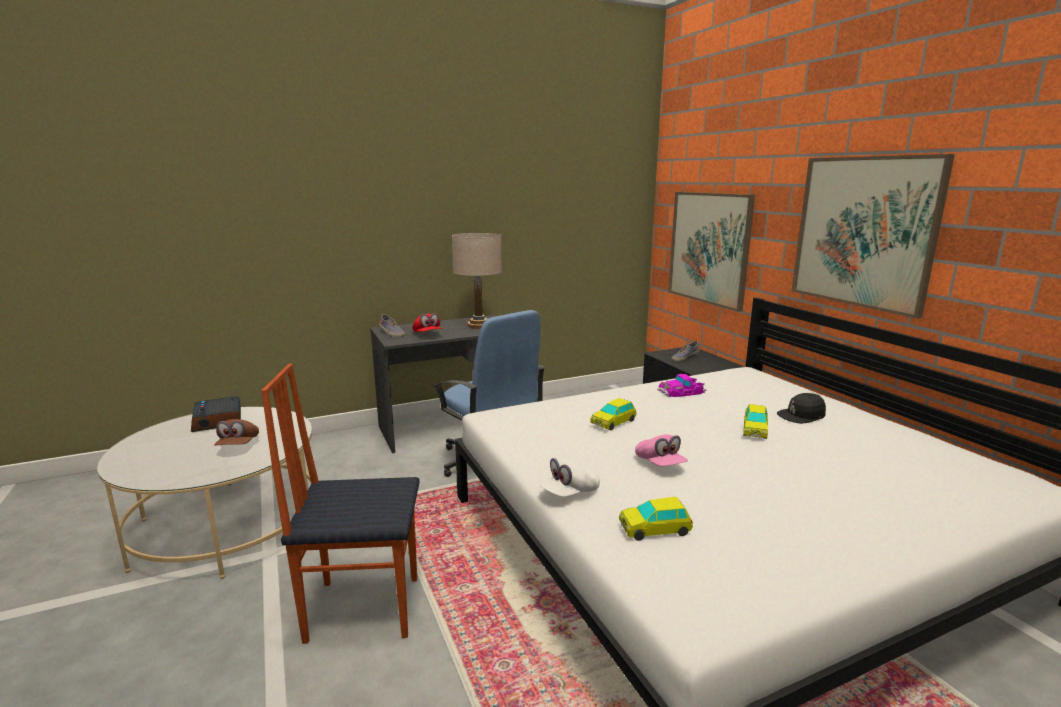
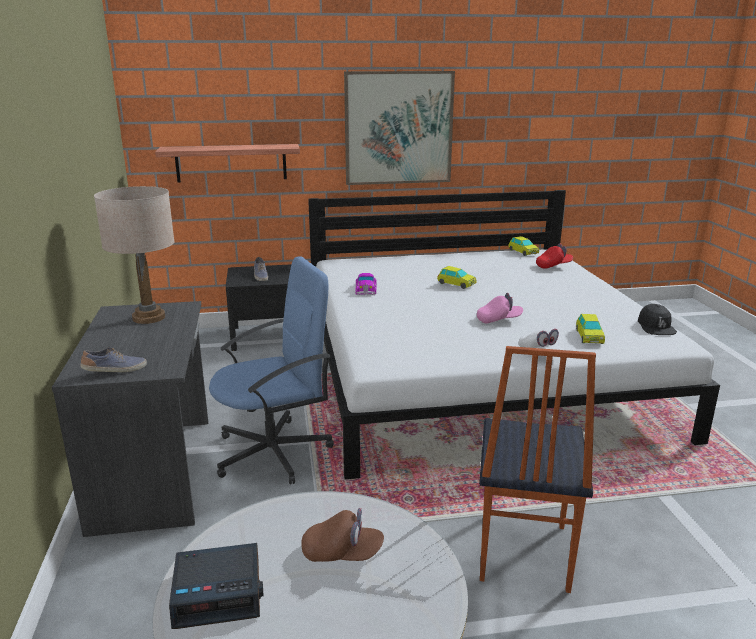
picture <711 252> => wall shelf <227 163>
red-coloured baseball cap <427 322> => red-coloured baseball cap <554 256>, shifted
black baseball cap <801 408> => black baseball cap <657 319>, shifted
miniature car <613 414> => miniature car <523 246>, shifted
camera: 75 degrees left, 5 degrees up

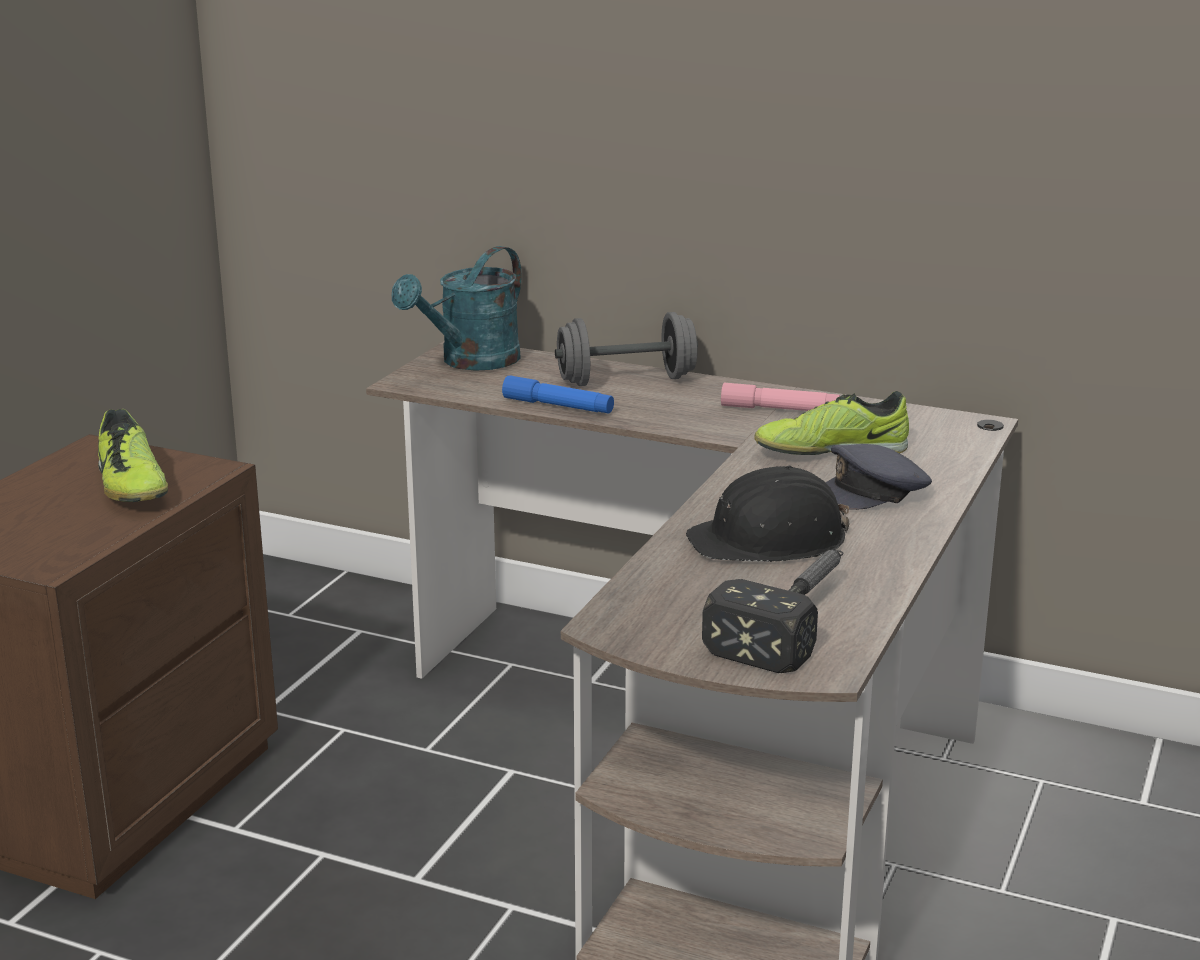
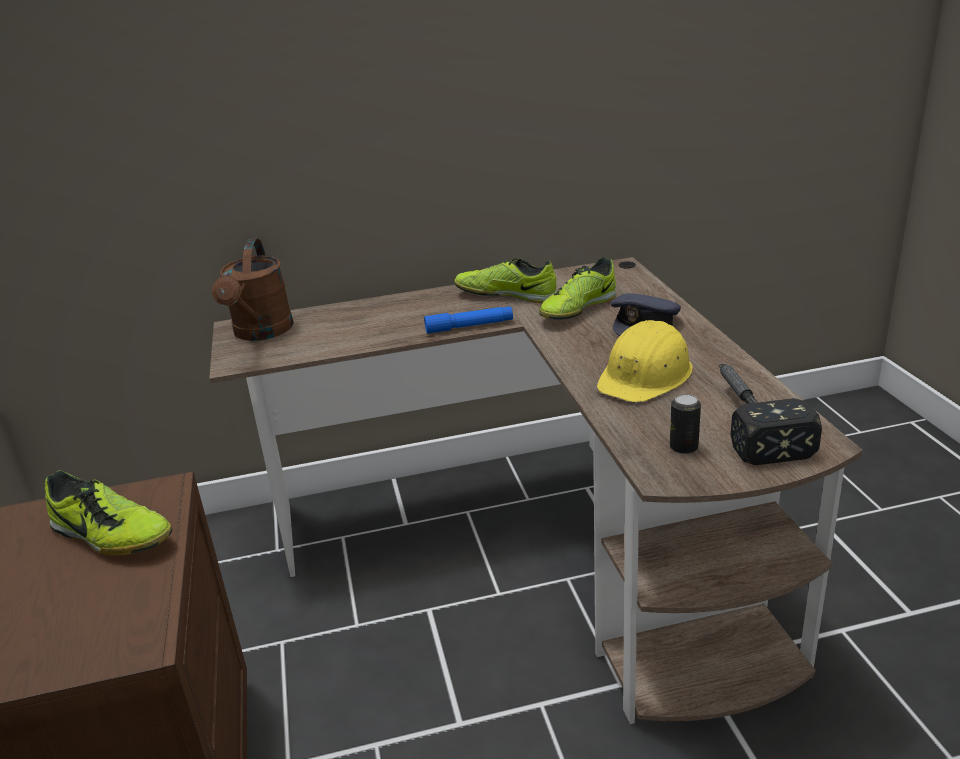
turquoise-coloured watering can <457 308> => brownish watering can <253 289>
greyish hand weight <626 349> => nothing
blue hand torch <558 394> => blue hand torch <468 320>, shifted
pink hand torch <780 397> => item of footwear <505 281>
black work helmet <767 513> => yellow-coloured work helmet <645 361>
nothing => sealed can <685 424>
camera: 35 degrees left, 5 degrees up

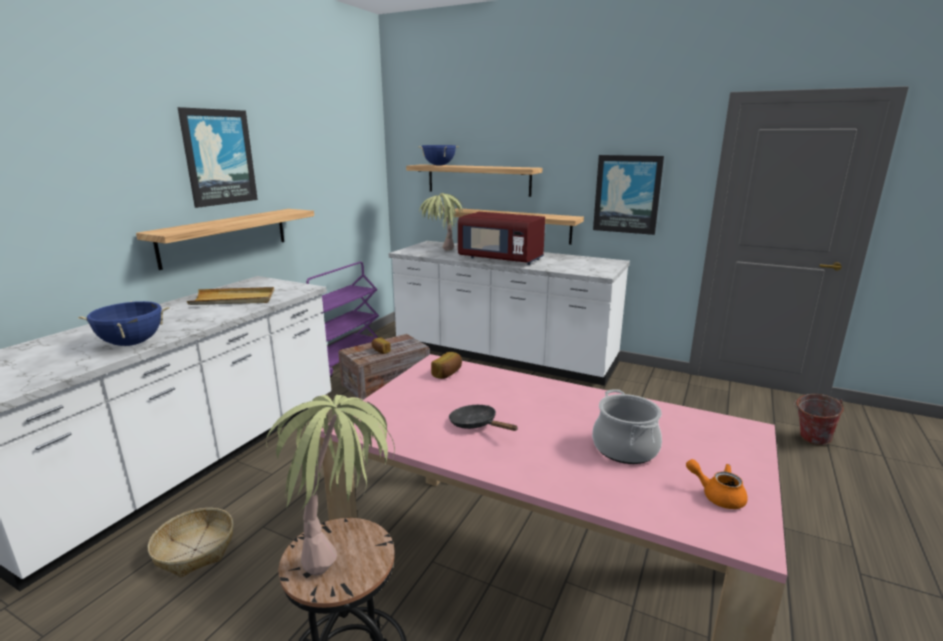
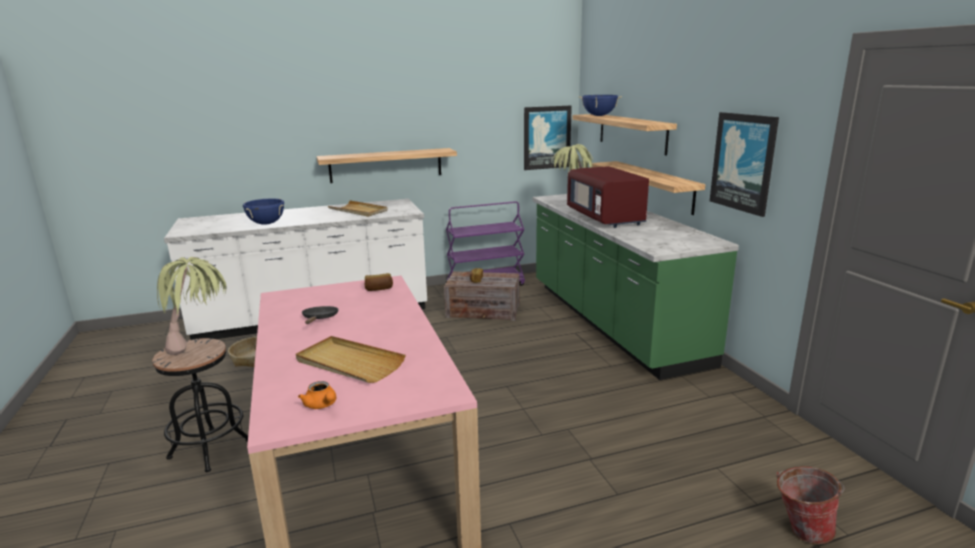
picture <217 157> => picture <548 138>, shifted
white kitchen counter <509 313> => greenish kitchen counter <636 287>
cooking pot <627 426> => beige tray <351 359>
orangey tea pot <717 484> => orangey tea pot <317 395>, 150 degrees clockwise
camera: 45 degrees right, 0 degrees up

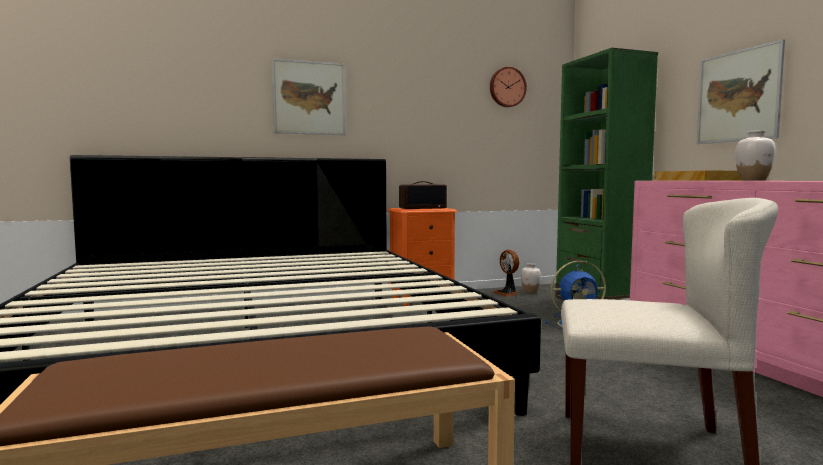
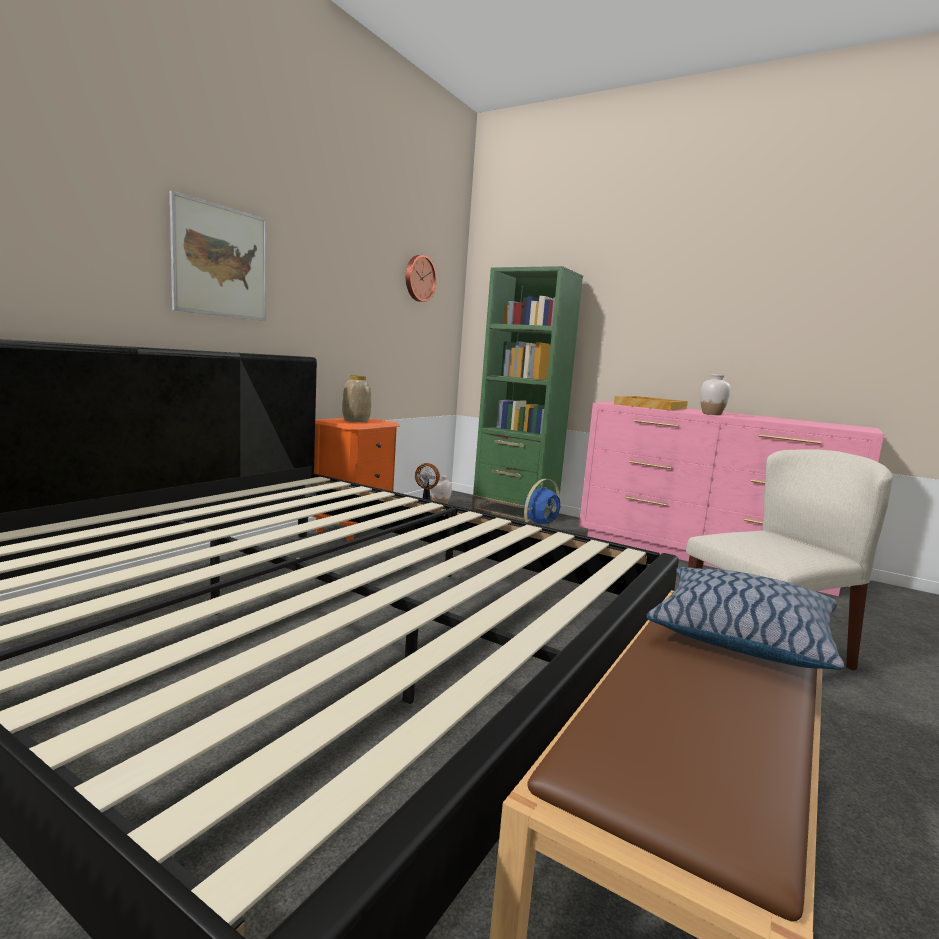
picture <740 91> => nothing
radio set <423 195> => vase <356 398>
nothing => throw pillow <745 618>
camera: 40 degrees left, 5 degrees up

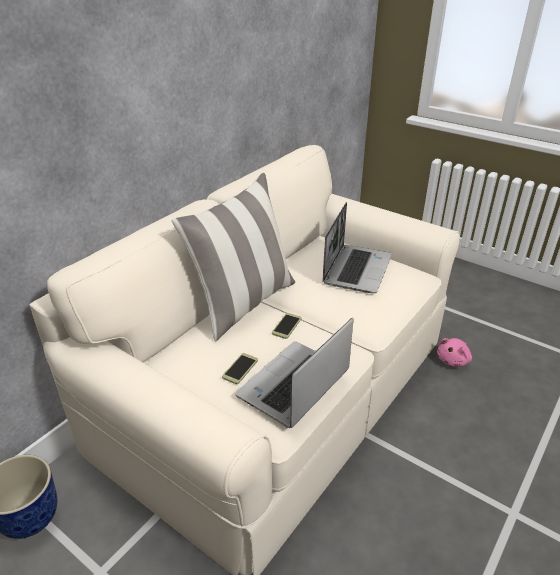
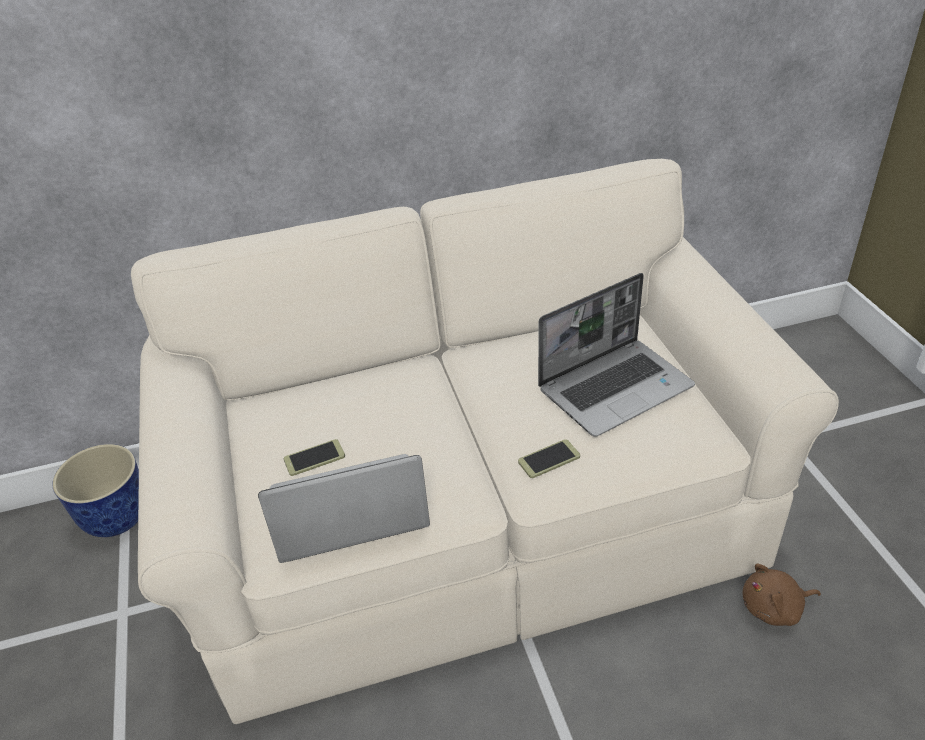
throw pillow <233 257> => nothing
handset <287 326> => handset <549 458>, shifted
pink cuddly toy <454 352> => brownish cuddly toy <782 594>
camera: 40 degrees right, 5 degrees up

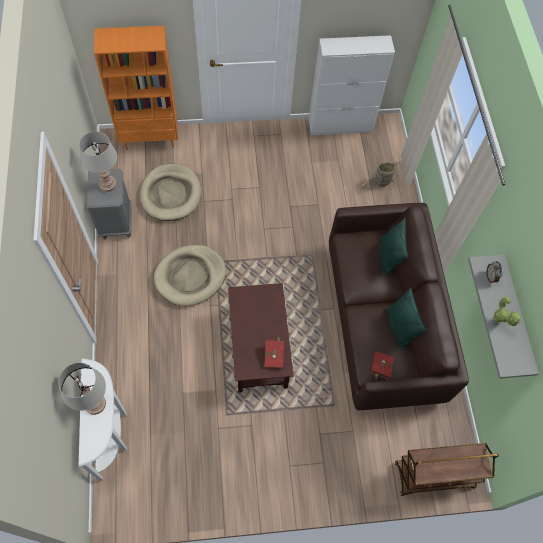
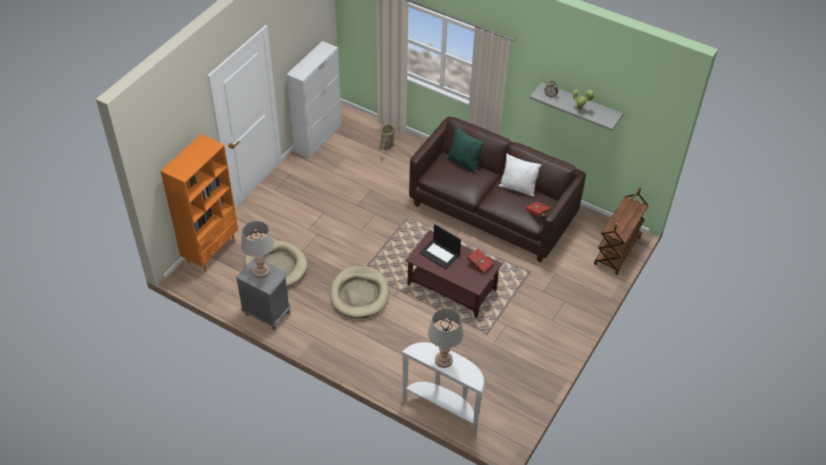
greenish throw pillow <406 318> => white throw pillow <520 175>
nothing => portable computer <440 246>
camera: 50 degrees left, 15 degrees down

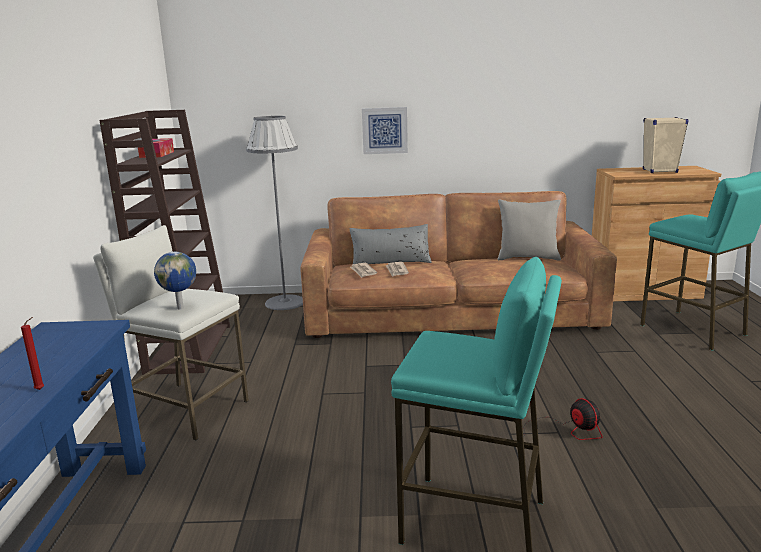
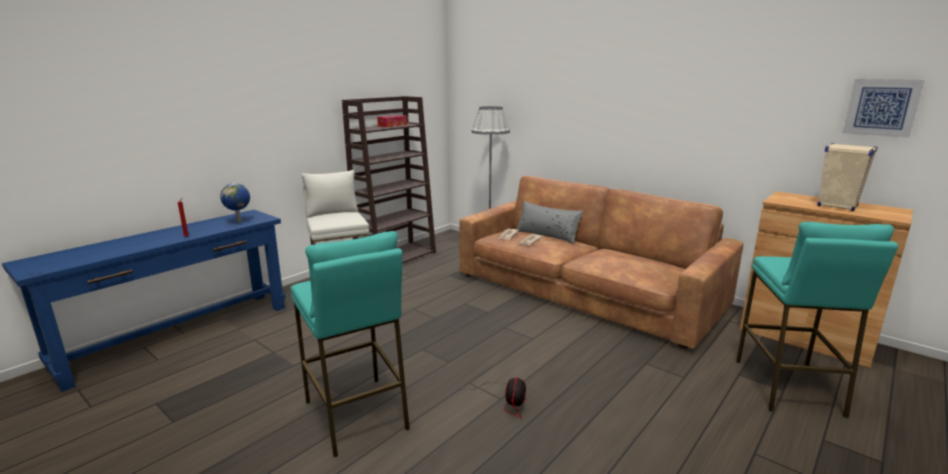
picture <385 130> => picture <884 108>, shifted
greyish throw pillow <529 230> => nothing
globe <175 280> => globe <235 203>, shifted
camera: 40 degrees right, 0 degrees up

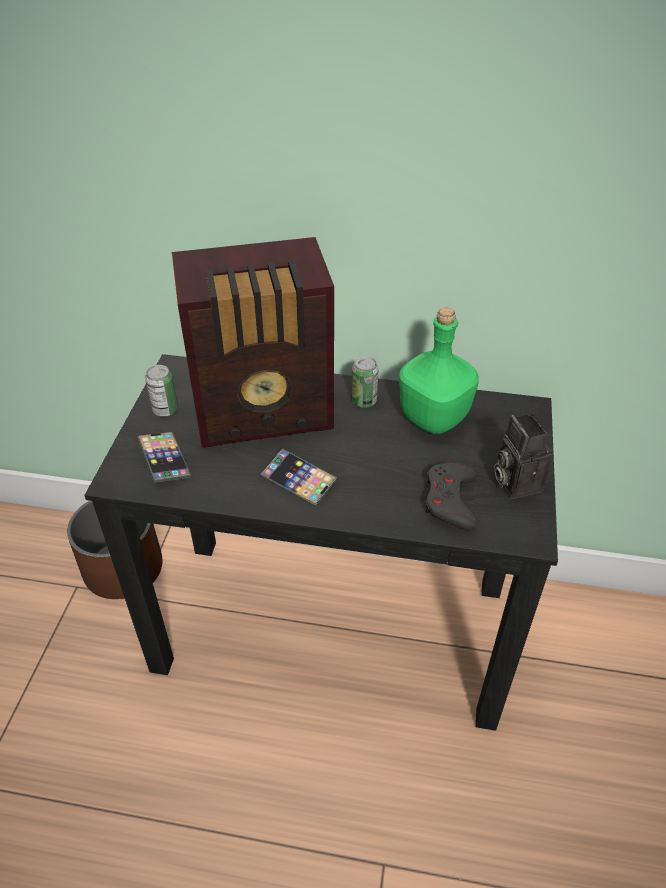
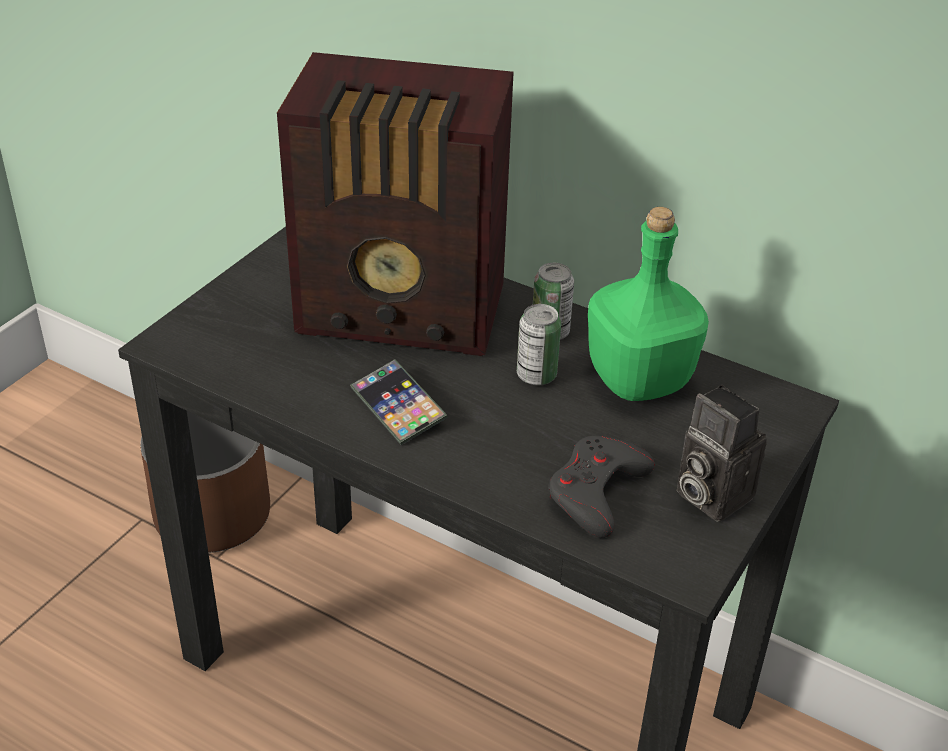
sealed can <161 391> => sealed can <539 344>, shifted
photo camera <523 456> => photo camera <721 453>, 45 degrees counterclockwise
handset <164 457> => nothing
camera: 20 degrees right, 5 degrees down

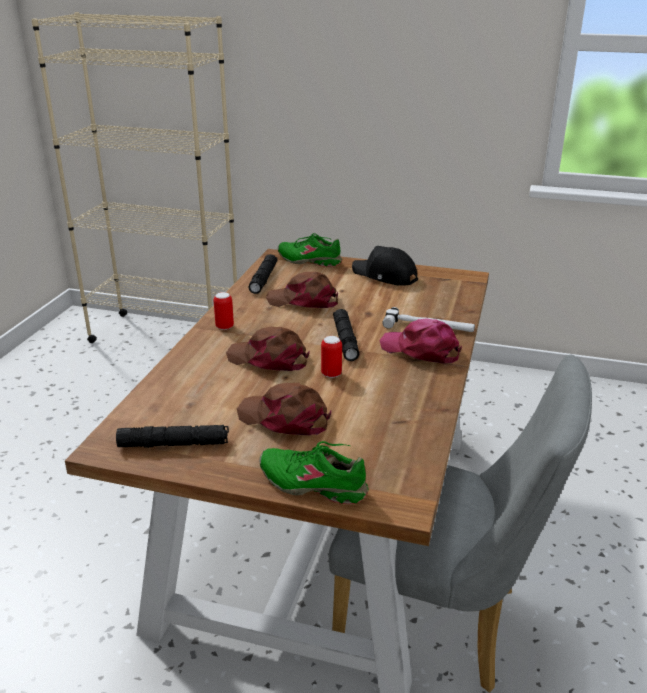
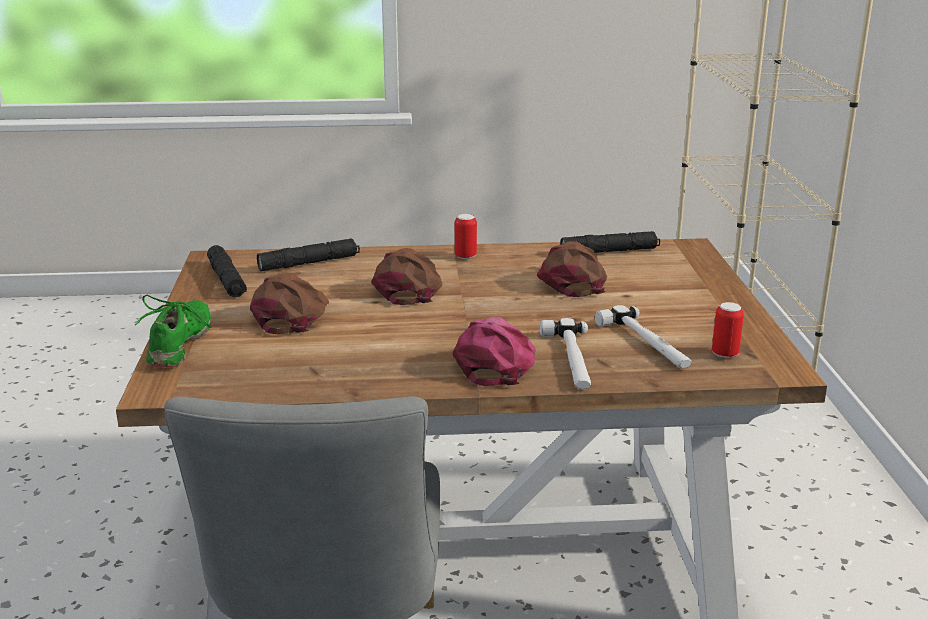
greenish item of footwear <310 250> => nothing
black baseball cap <385 266> => nothing
black hand torch <346 335> => black hand torch <308 255>, shifted
sealed can <331 357> => sealed can <728 330>, shifted
nothing => hammer <643 336>
camera: 70 degrees right, 5 degrees down

